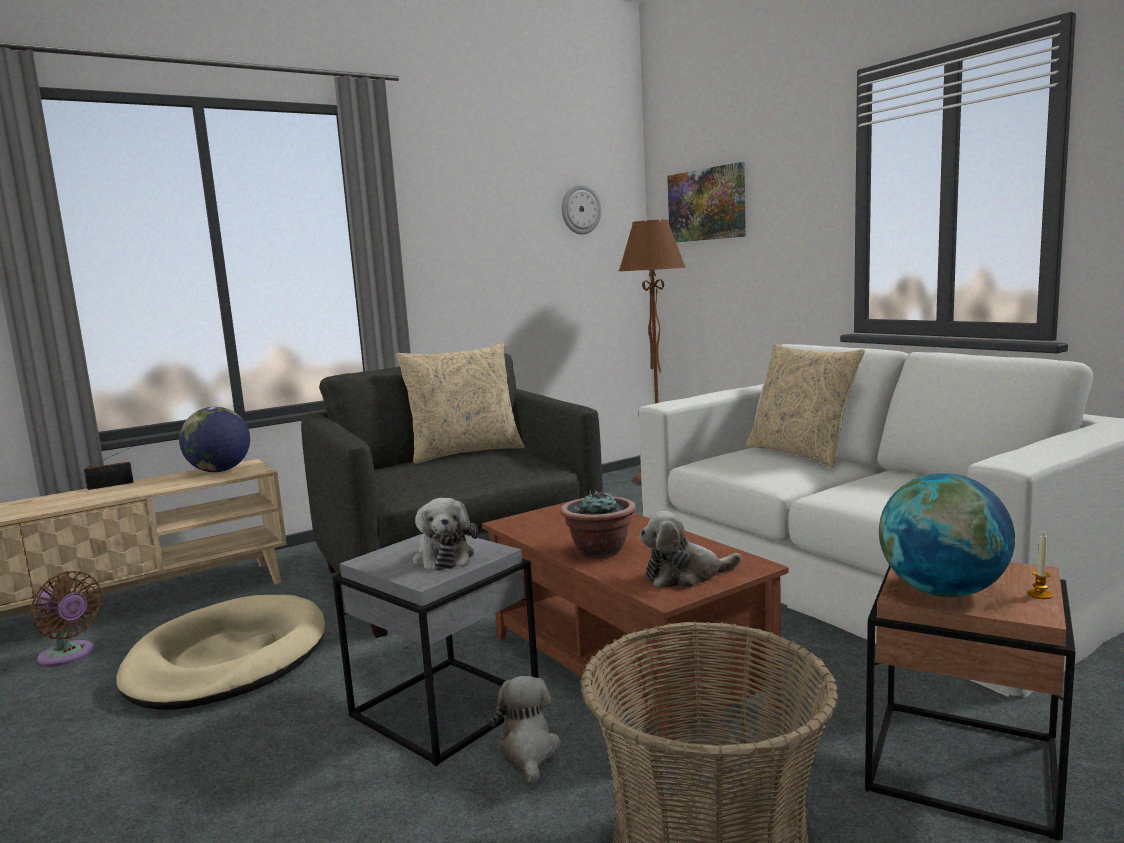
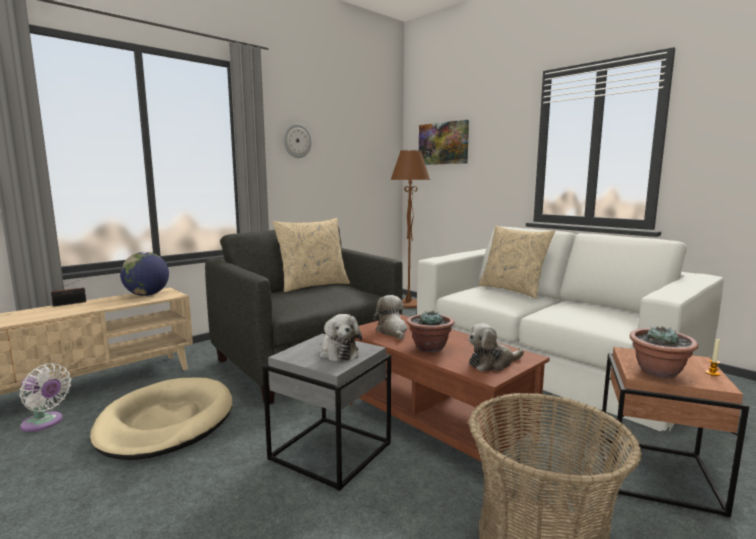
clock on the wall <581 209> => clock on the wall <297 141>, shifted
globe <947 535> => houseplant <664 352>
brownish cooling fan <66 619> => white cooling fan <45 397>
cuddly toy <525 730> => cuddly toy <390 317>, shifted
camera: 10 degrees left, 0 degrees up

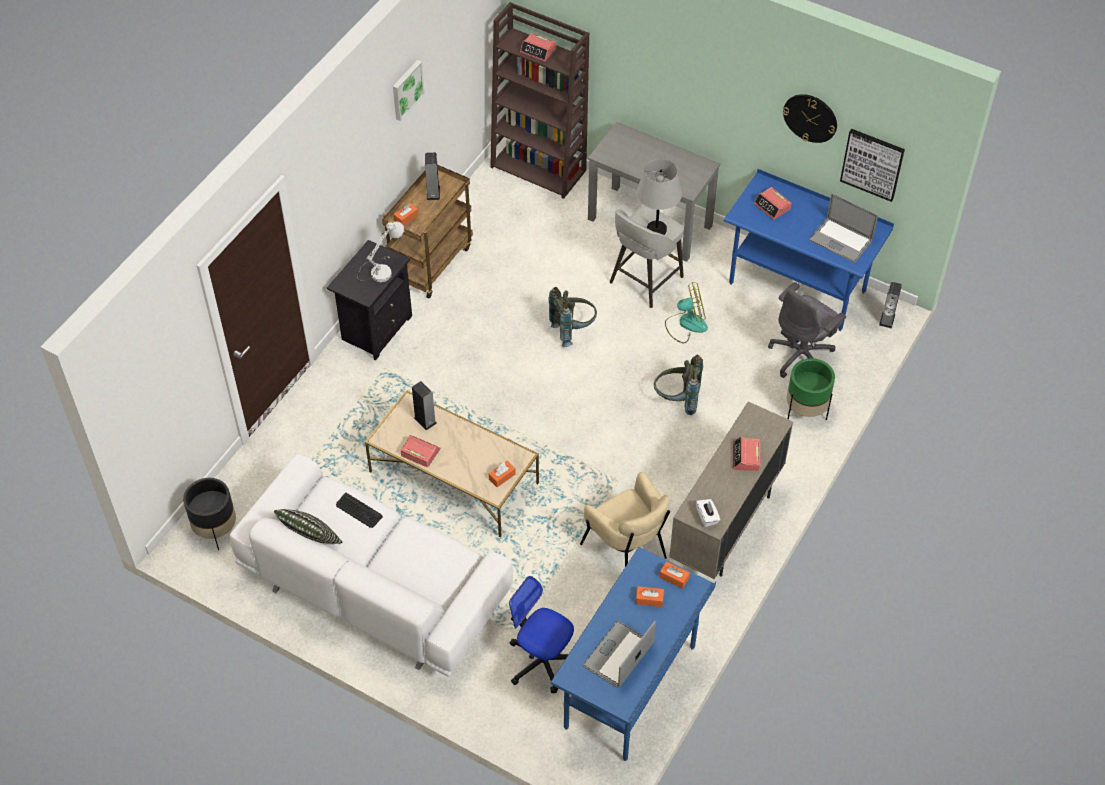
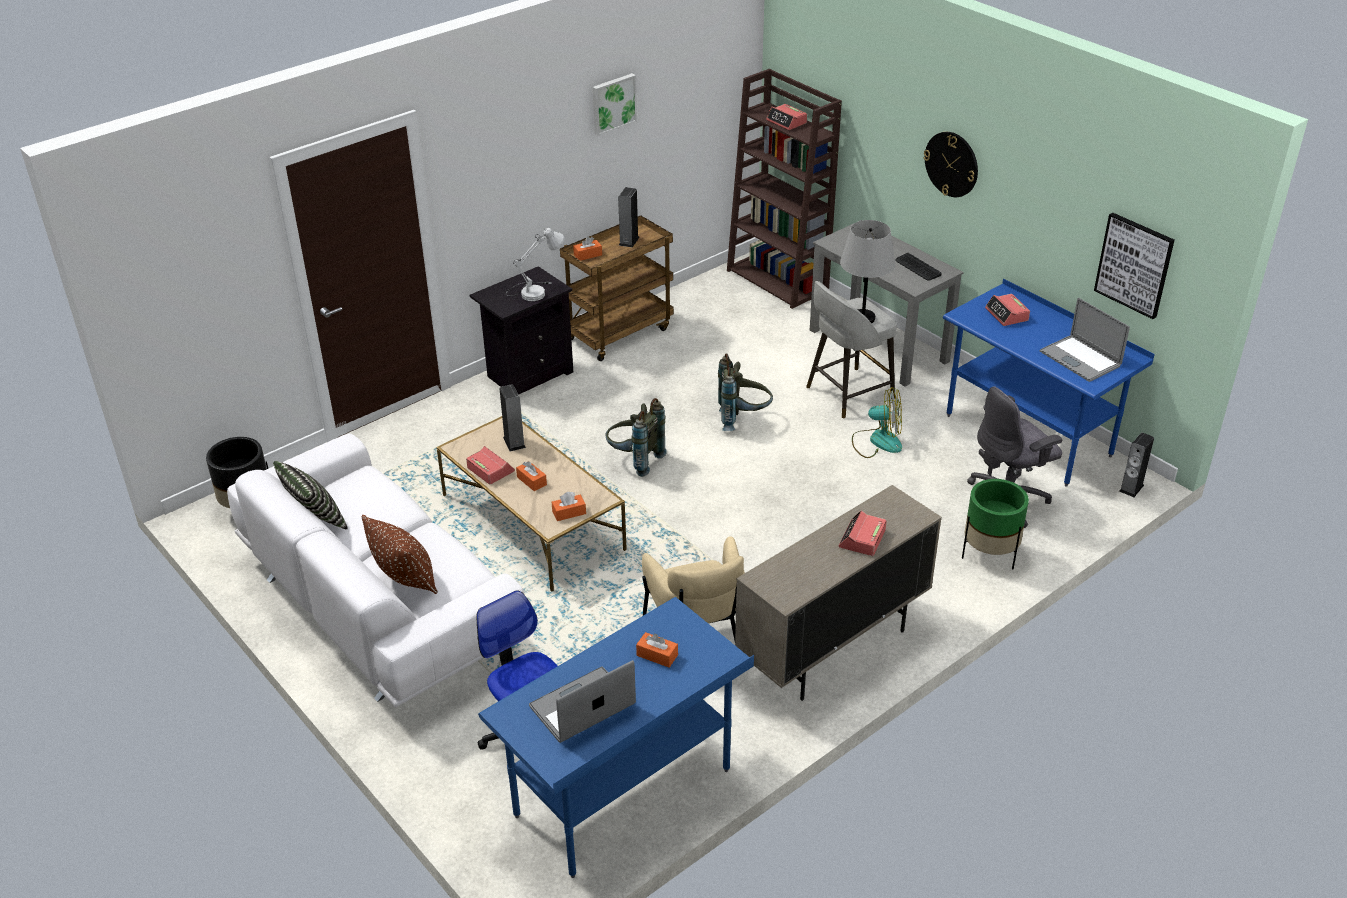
clock on the wall <810 118> => clock on the wall <950 164>, shifted
greyish rucksack <678 385> => greyish rucksack <636 437>, shifted
computer keyboard <359 510> => computer keyboard <918 267>, shifted
white box of tissues <708 513> => nothing
orangey box of tissues <674 575> => orangey box of tissues <531 476>, shifted
nothing => brownish throw pillow <399 554>
camera: 20 degrees right, 15 degrees down

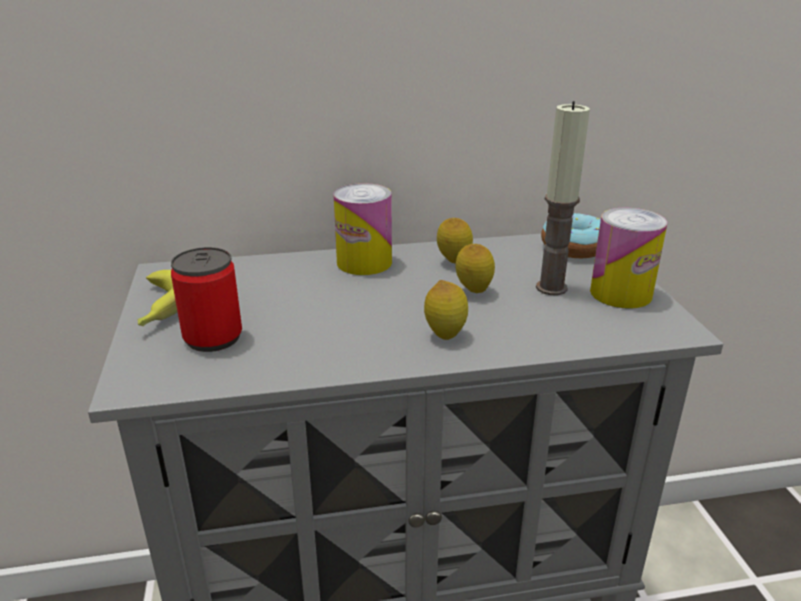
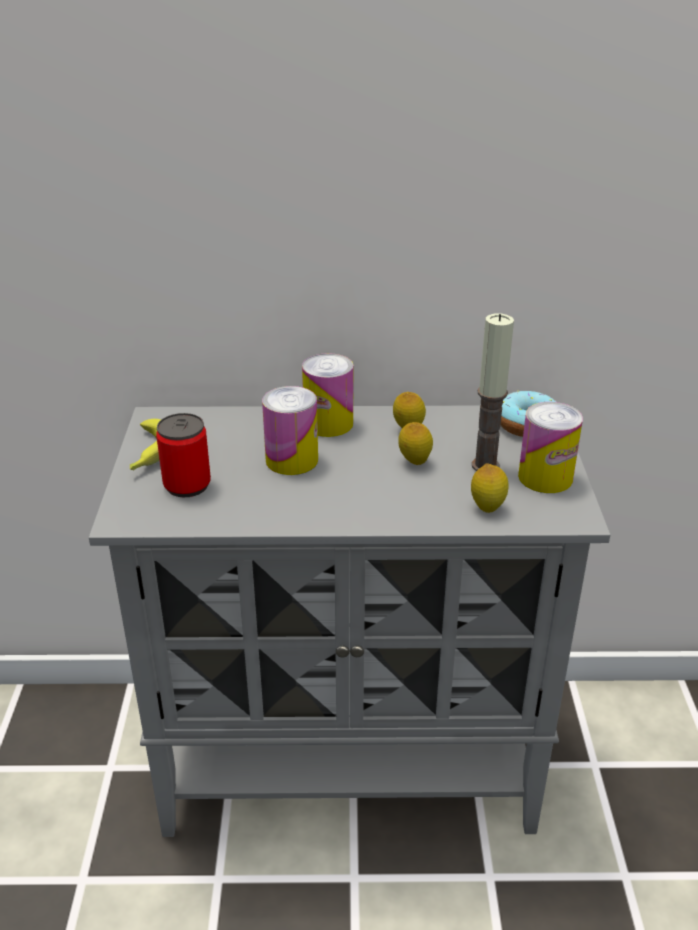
lemon <446 310> => lemon <490 488>, shifted
nothing => sealed can <290 430>
camera: 10 degrees right, 5 degrees up

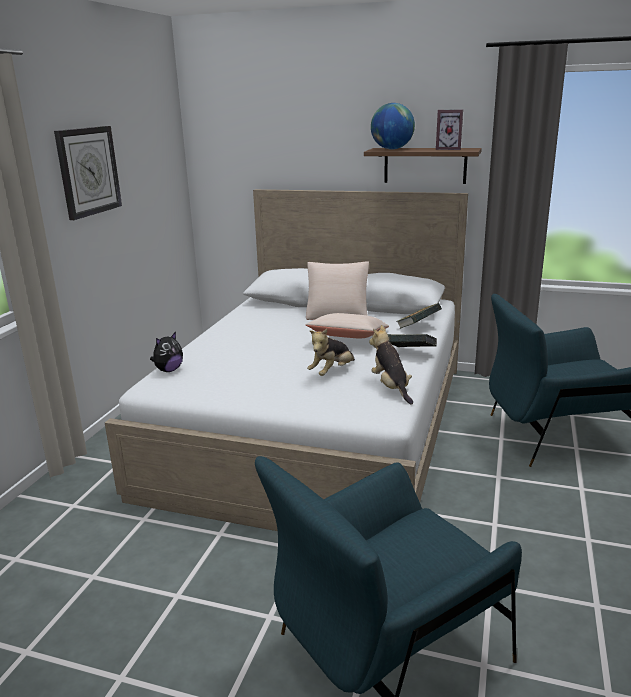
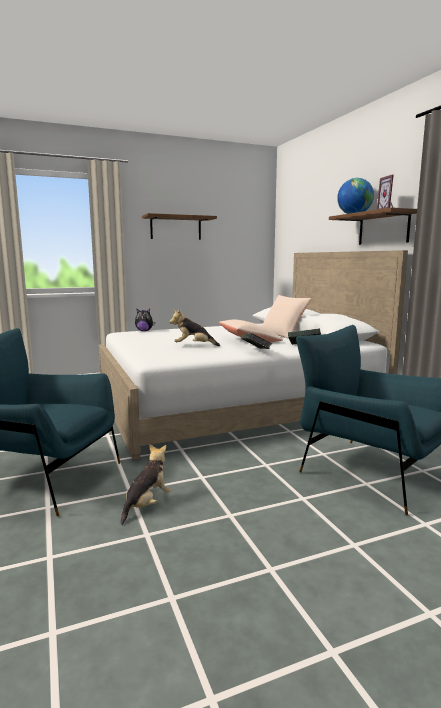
clock on the wall <88 173> => brownish wall shelf <179 226>
cuddly toy <391 364> => cuddly toy <146 484>, shifted
camera: 50 degrees right, 10 degrees down

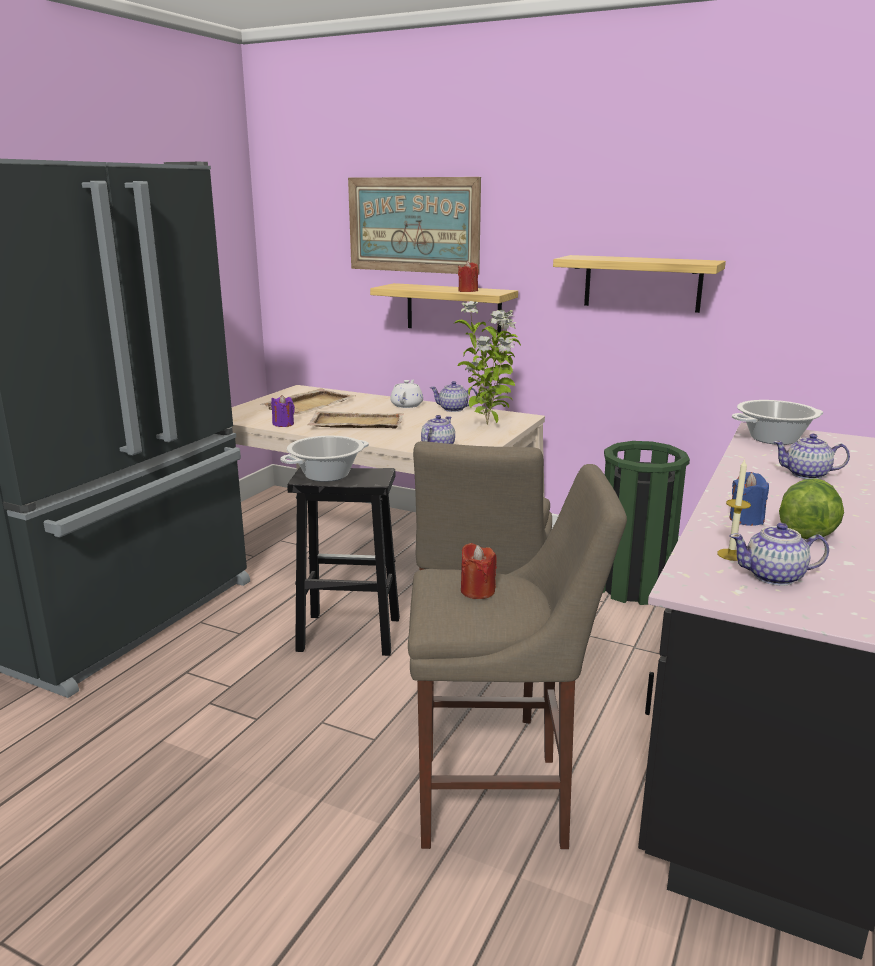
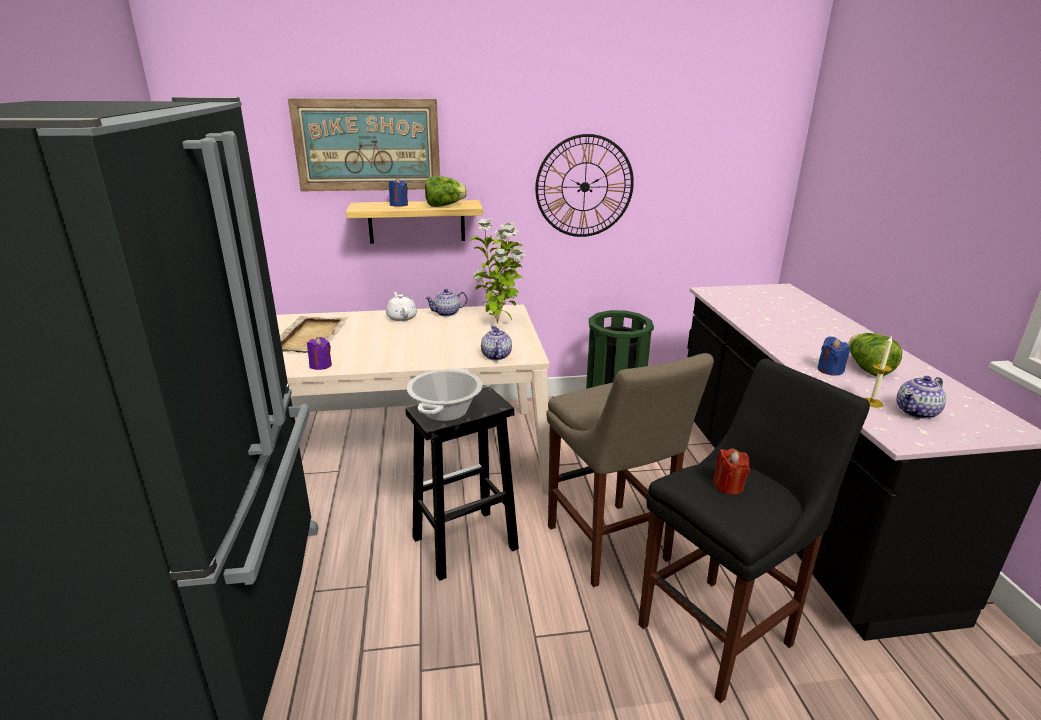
wall shelf <639 284> => clock on the wall <584 185>
red-coloured candle <468 276> => head of lettuce <446 191>
cooking pot <777 422> => nothing
beige tray <355 420> => nothing
tea pot <812 456> => nothing
beige stool seat <517 656> => black stool seat <754 531>
nothing => blue candle <398 192>
camera: 35 degrees left, 5 degrees up

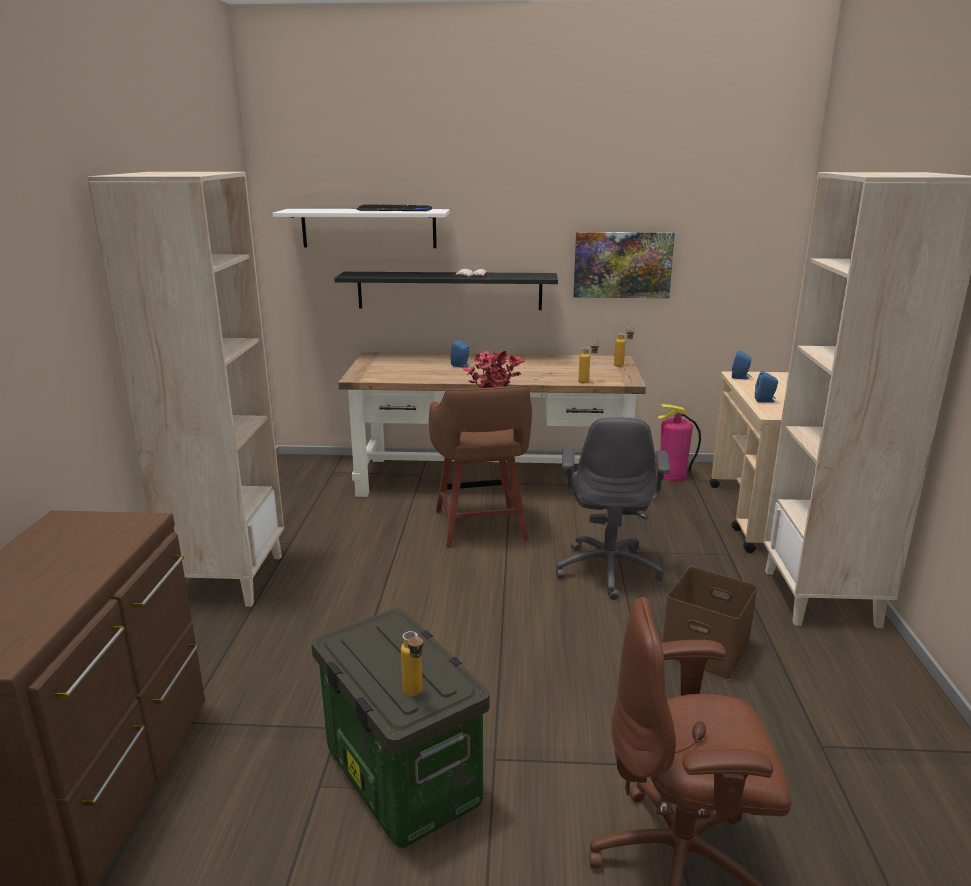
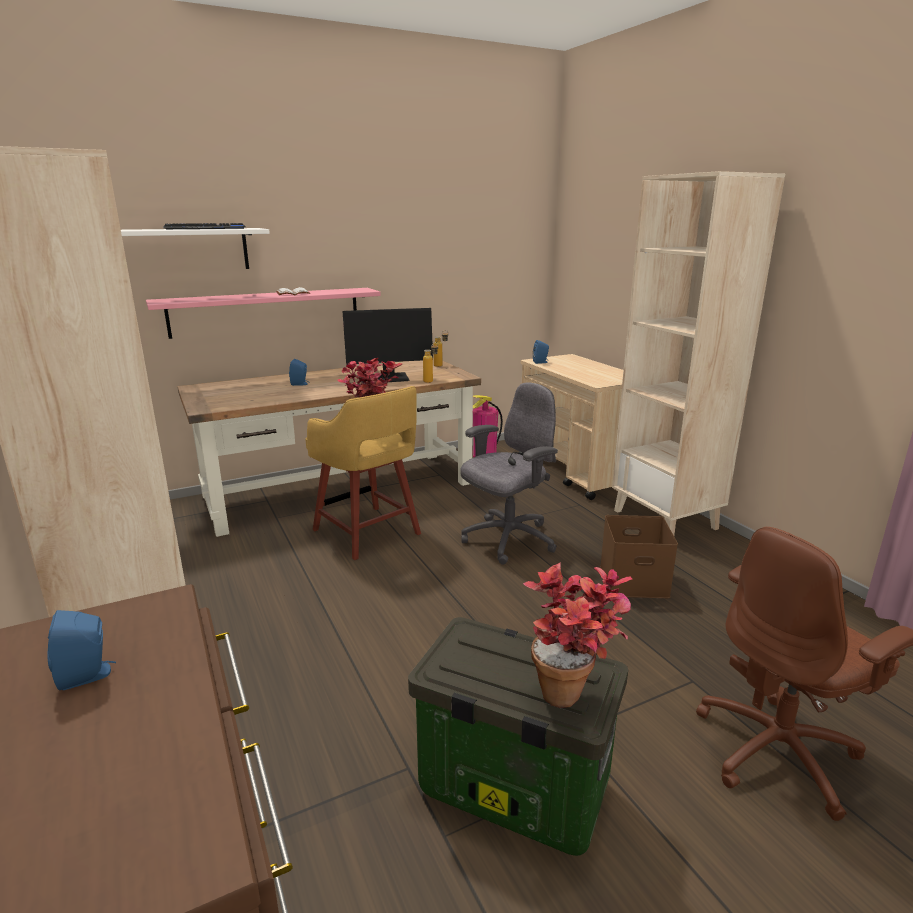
picture <624 265> => nothing
black wall shelf <446 291> => pink wall shelf <263 313>
blue speaker <766 387> => blue speaker <82 650>, shifted
brownish stool seat <480 466> => yellow-coloured stool seat <363 473>
greyish computer chair <613 508> => greyish computer chair <509 473>, 105 degrees counterclockwise
drink bottle <412 663> => houseplant <577 635>
nothing => monitor <387 345>
camera: 30 degrees left, 0 degrees up

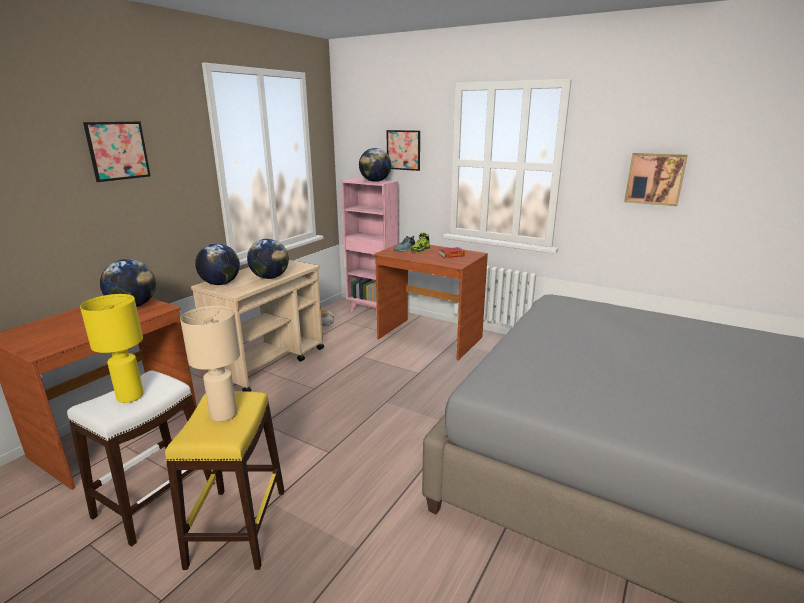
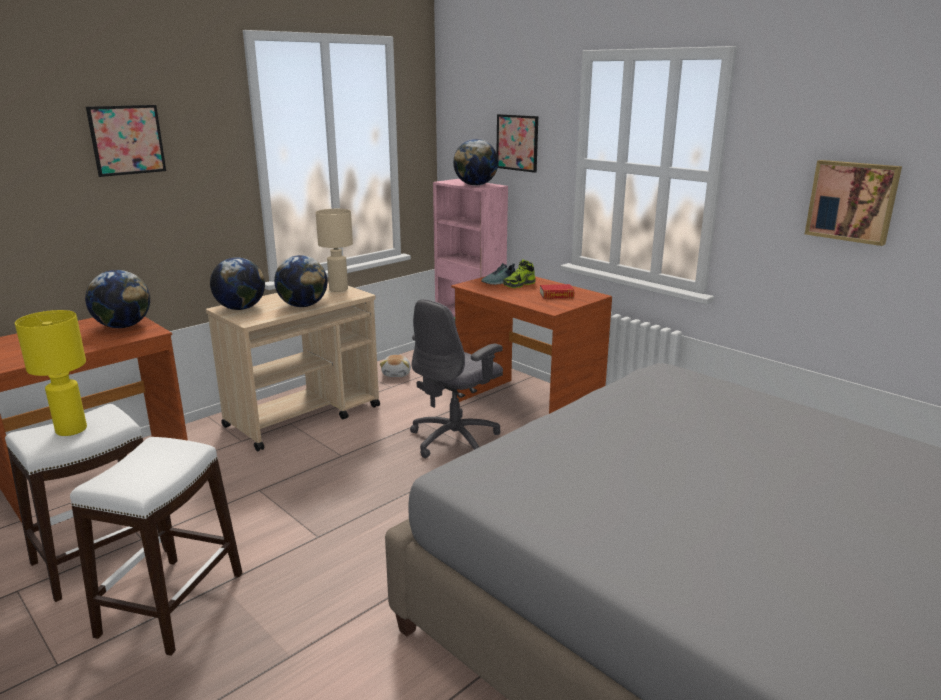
beige table lamp <210 364> => beige table lamp <334 250>, shifted
yellow-coloured stool seat <224 480> => white stool seat <156 546>
nothing => greyish computer chair <456 378>
camera: 15 degrees right, 0 degrees up

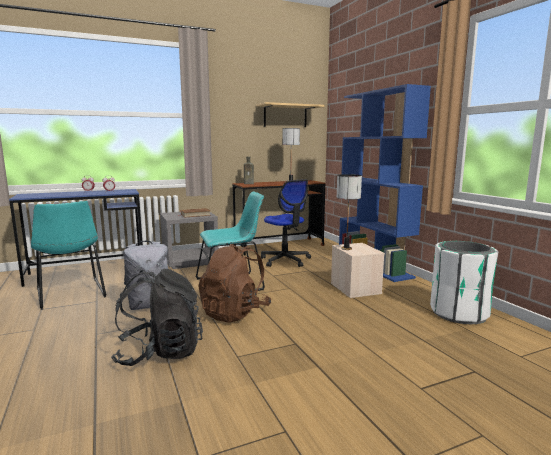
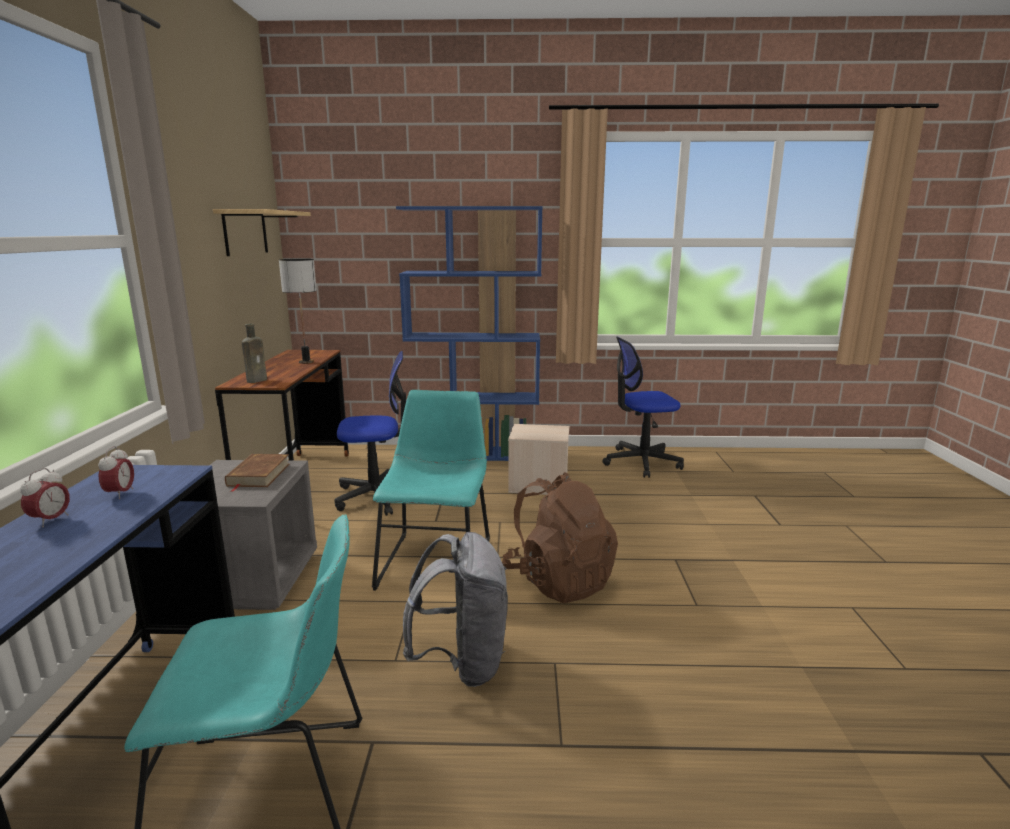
table lamp <349 212> => nothing
white rubbish bin <464 282> => computer chair <643 407>
black rucksack <157 317> => nothing
camera: 65 degrees left, 5 degrees up

